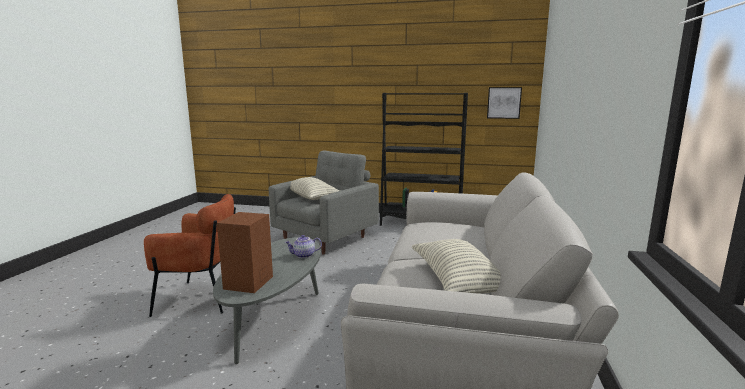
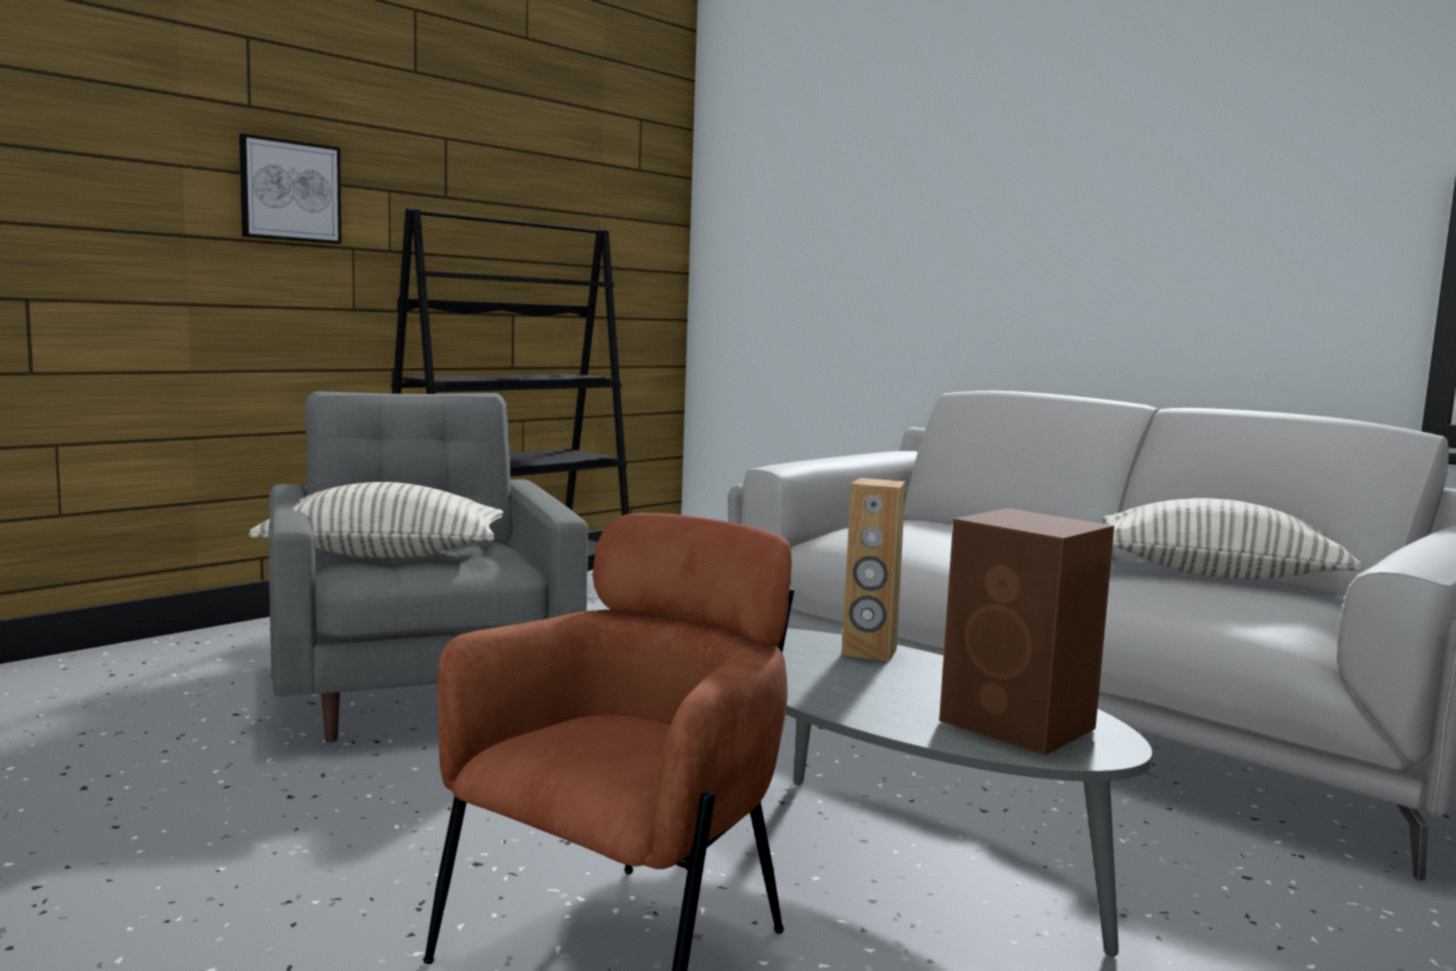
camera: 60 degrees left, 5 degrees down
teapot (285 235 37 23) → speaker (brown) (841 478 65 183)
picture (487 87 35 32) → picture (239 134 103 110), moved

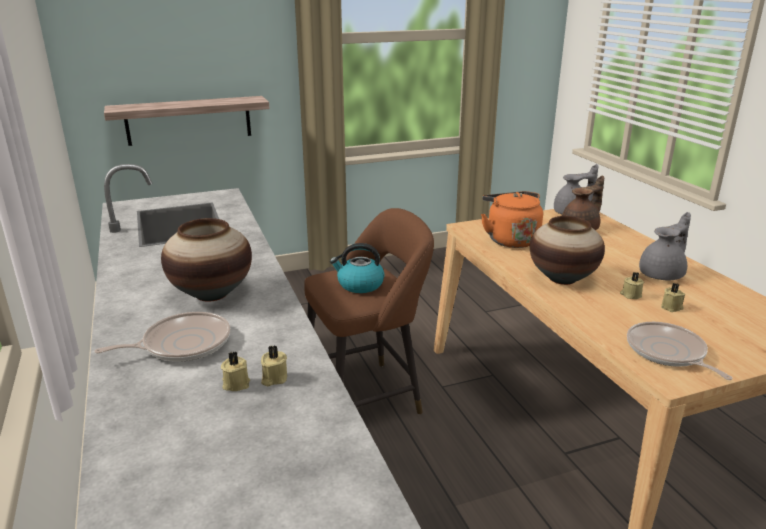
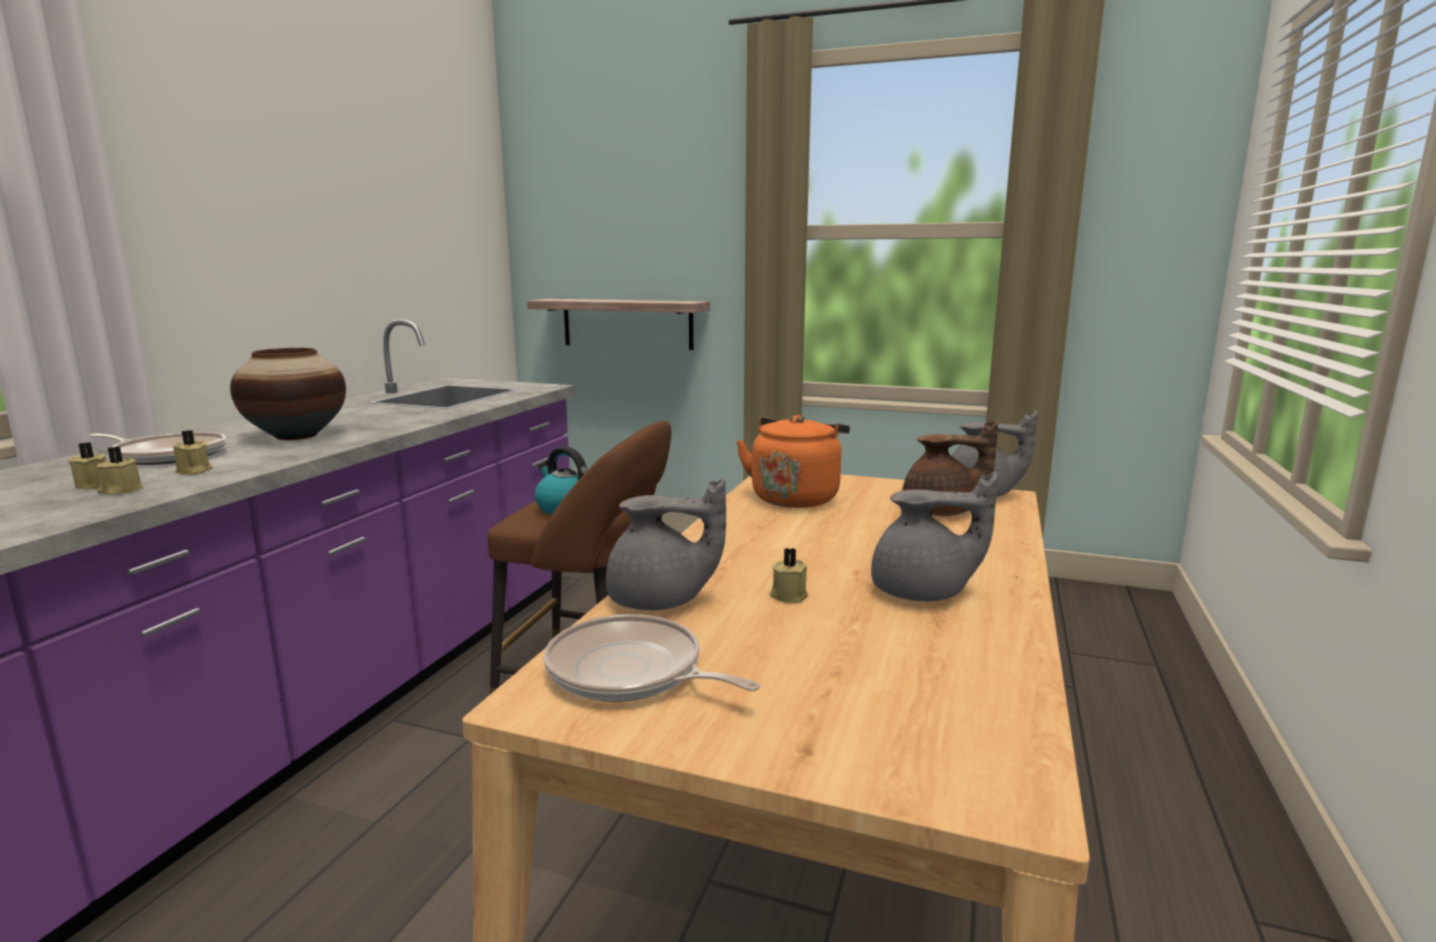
camera: 40 degrees right, 10 degrees down
vase (530 216 75 69) → -
frying pan (627 322 106 58) → frying pan (544 614 216 88), 75 degrees counterclockwise
candle (beige) (661 283 24 29) → candle (beige) (173 430 40 45), moved
- → teapot (grey) (606 478 120 132)

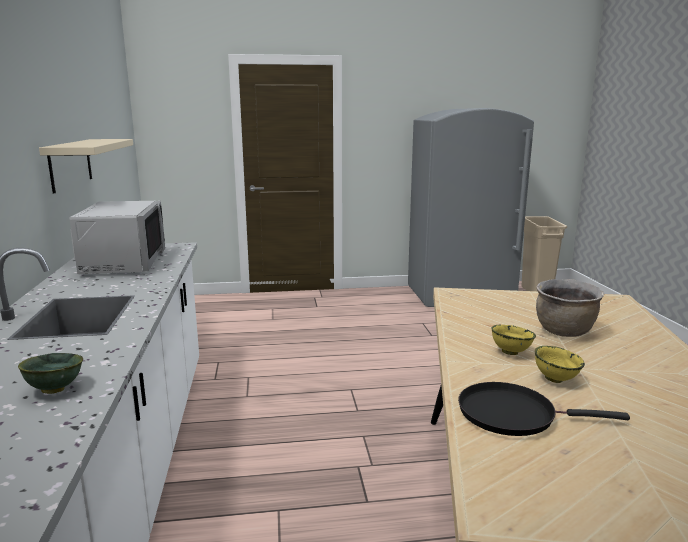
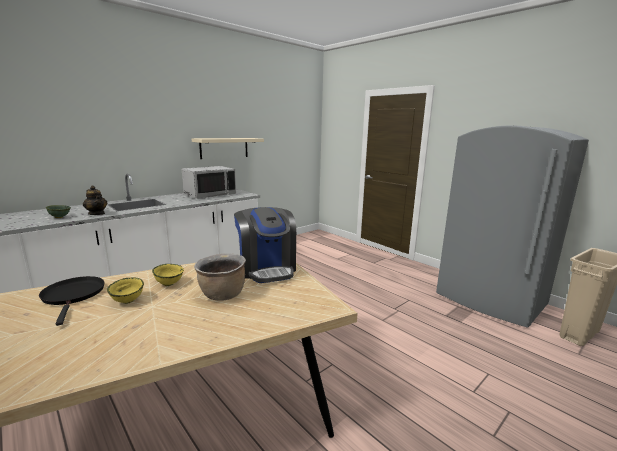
camera: 55 degrees right, 0 degrees up
- → teapot (83 186 24 29)
- → coffee machine (234 207 62 76)

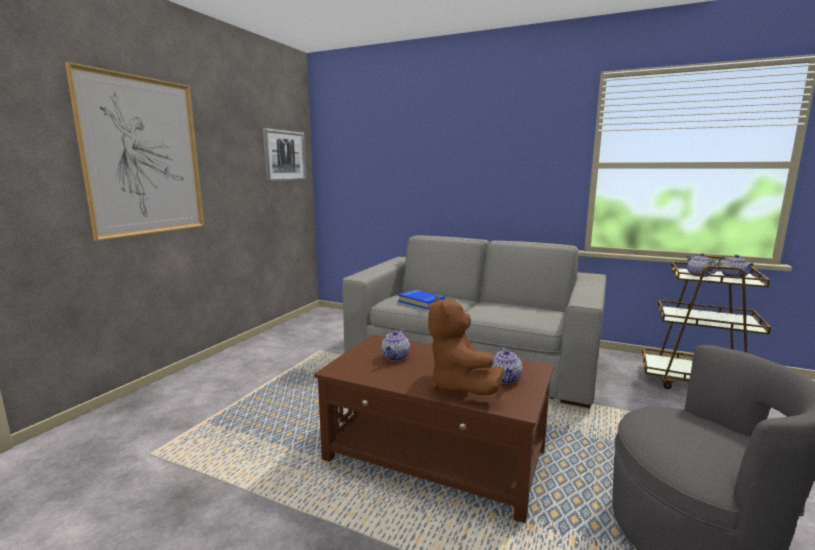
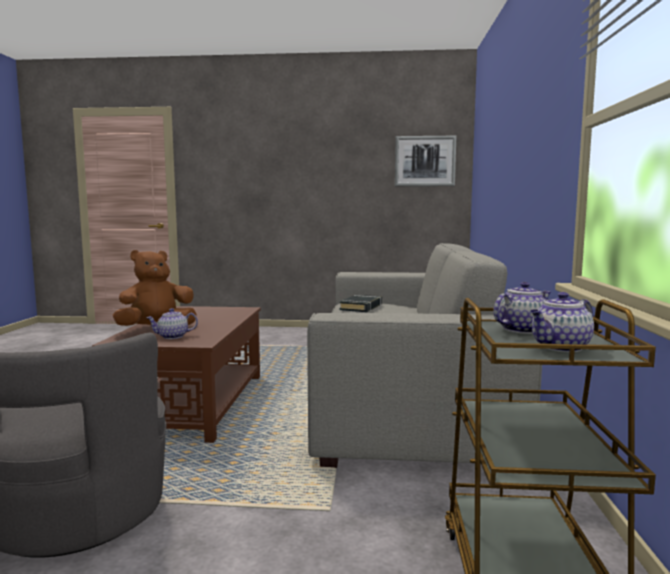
camera: 70 degrees right, 5 degrees down
picture (65 62 139 179) → -
teapot (381 330 29 31) → -
book (blue) (398 290 47 20) → book (black) (340 295 42 17)

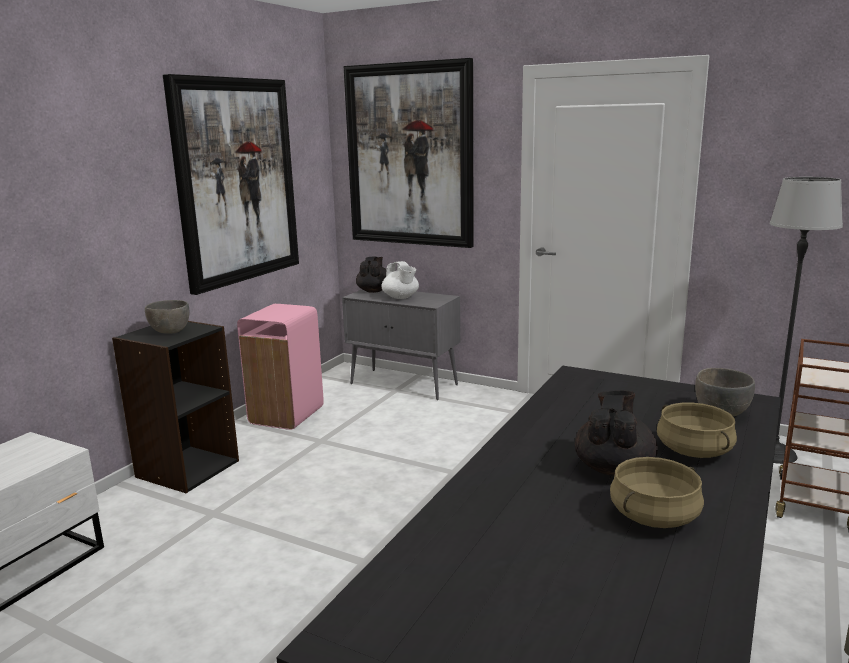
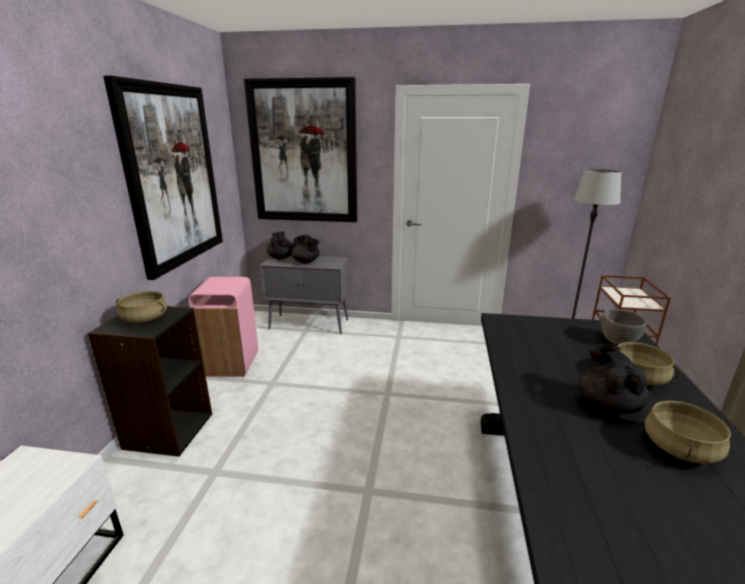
camera: 20 degrees left, 5 degrees up
bowl (grey) (145 300 44 34) → cooking pot (beige) (116 291 51 32)
teapot (white) (381 261 38 38) → teapot (black) (291 235 29 29)

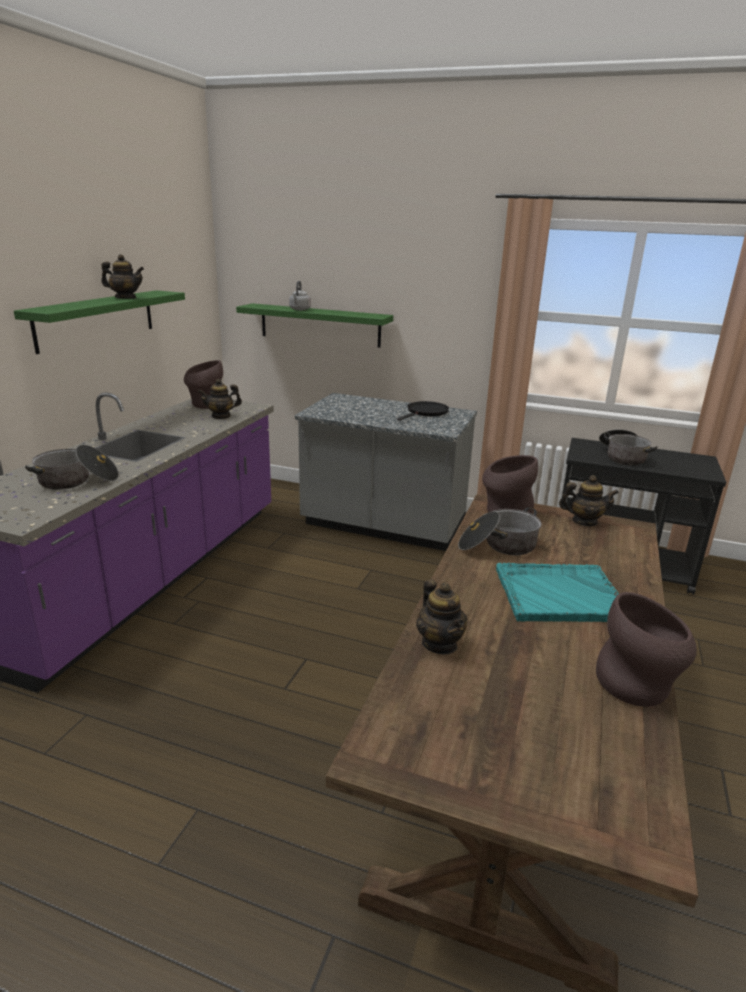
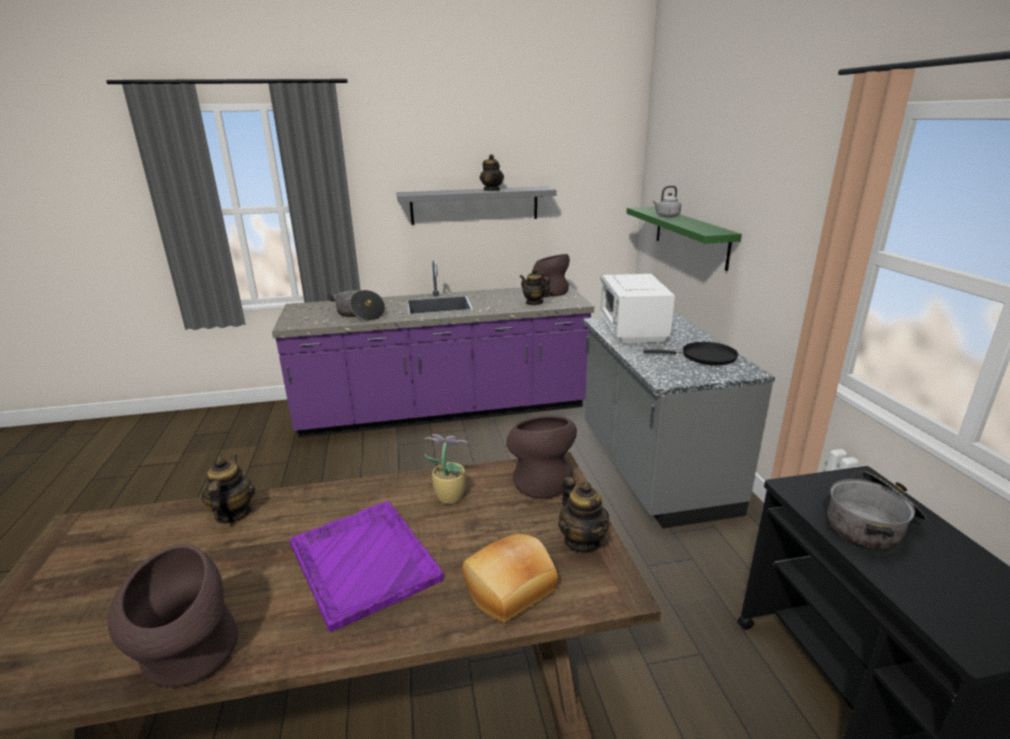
camera: 60 degrees right, 0 degrees up
shelf (green) (14 290 171 64) → shelf (grey) (397 186 160 39)
teapot (416 579 51 76) → teapot (201 455 54 69), 135 degrees clockwise
cooking pot (458 507 83 48) → potted plant (424 434 44 70)
tray (turquoise) (496 563 122 59) → tray (purple) (289 501 155 131)
- → bread (462 534 96 88)
- → microwave (white) (600 274 75 70)

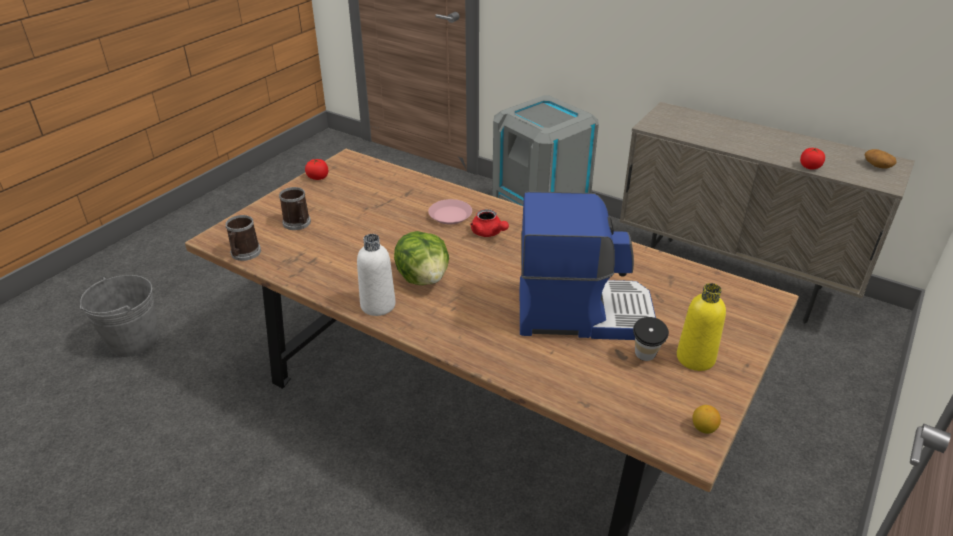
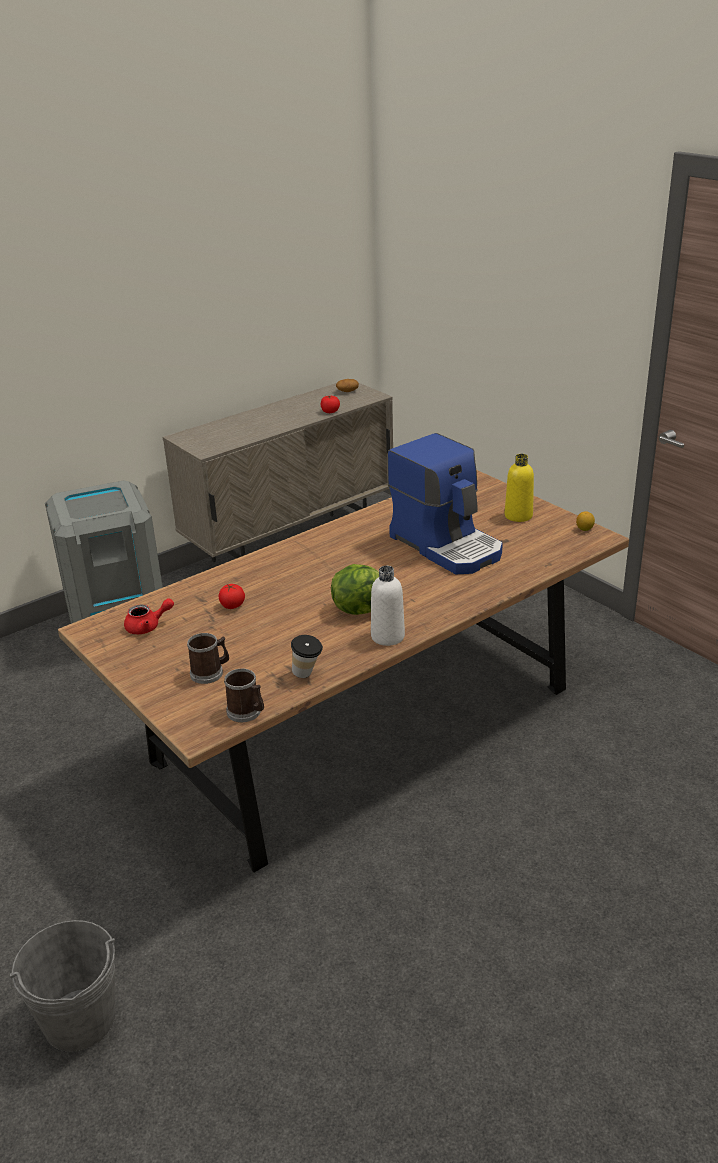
camera: 70 degrees left, 5 degrees down
tomato (305 159 23 21) → tomato (219 584 26 25), moved
plate (pink) (428 199 44 25) → -
teapot (red) (470 209 39 28) → teapot (red) (124 598 50 36), moved
coffee machine (520 191 136 149) → coffee machine (388 433 115 141), 120 degrees clockwise
cup (633 317 36 44) → cup (291 635 32 43), moved

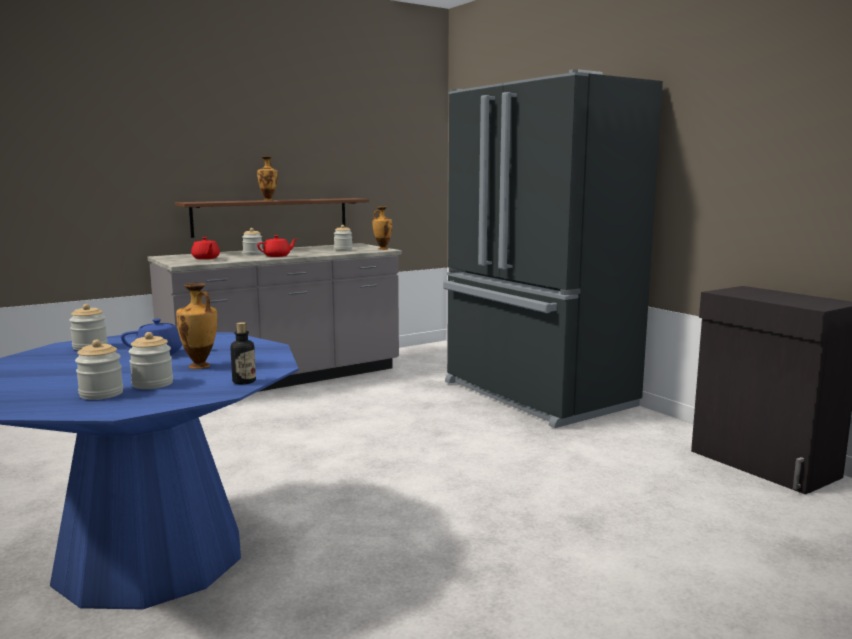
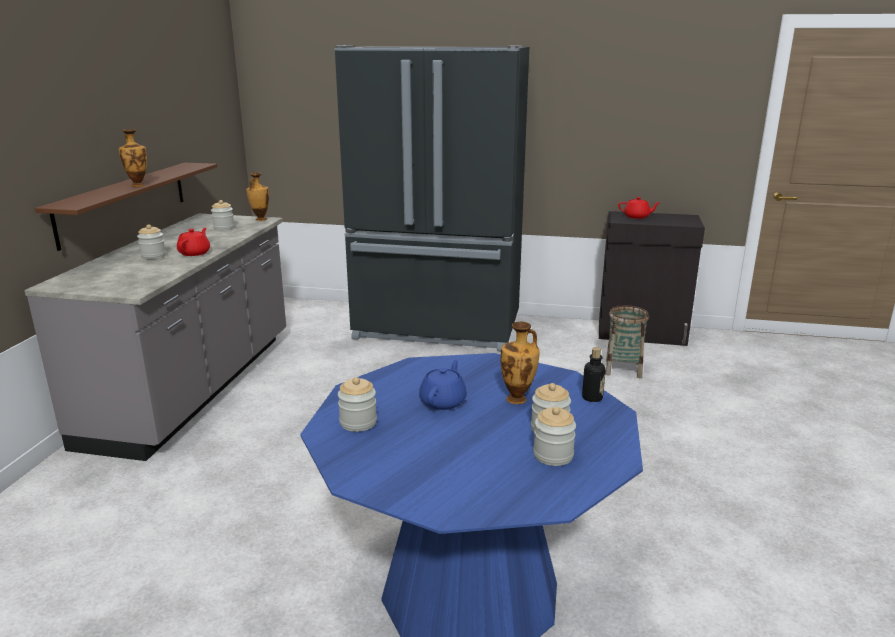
camera: 45 degrees left, 10 degrees up
teapot (red) (191 237 29 22) → teapot (red) (618 197 43 22), moved
- → basket (605 305 44 73)

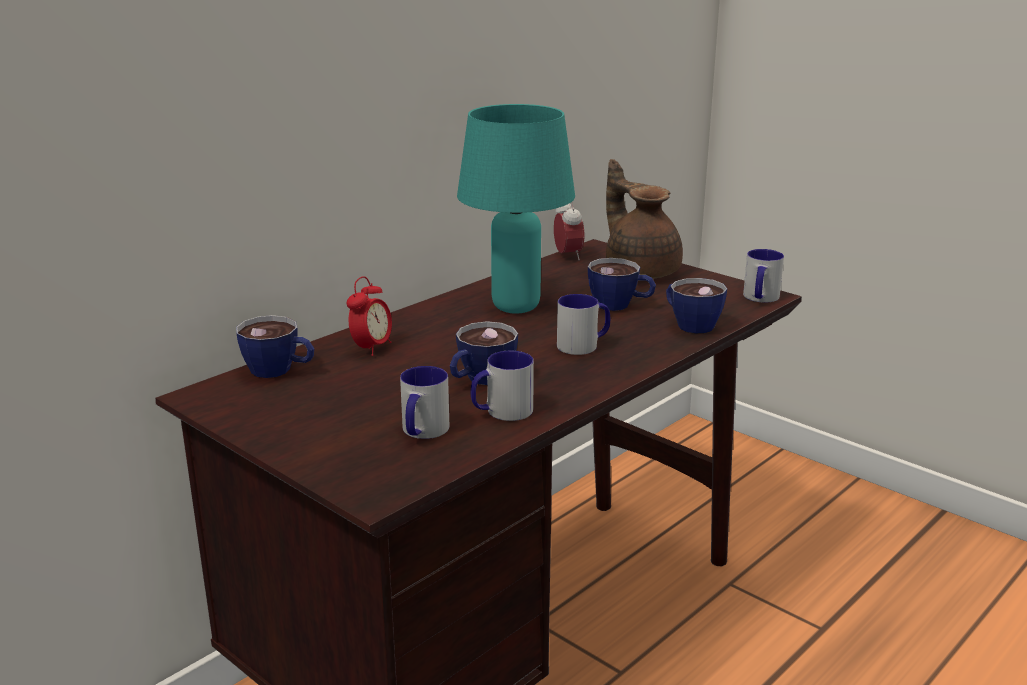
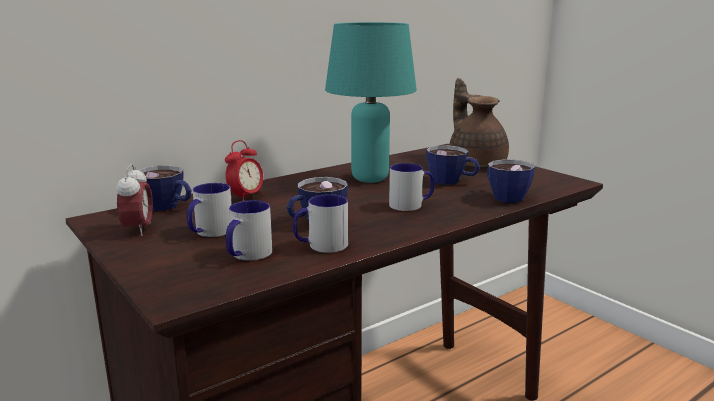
camera: 10 degrees right, 5 degrees down
alarm clock (554 202 31 58) → alarm clock (116 164 37 72), moved
mug (743 249 41 54) → mug (187 183 45 54), moved

